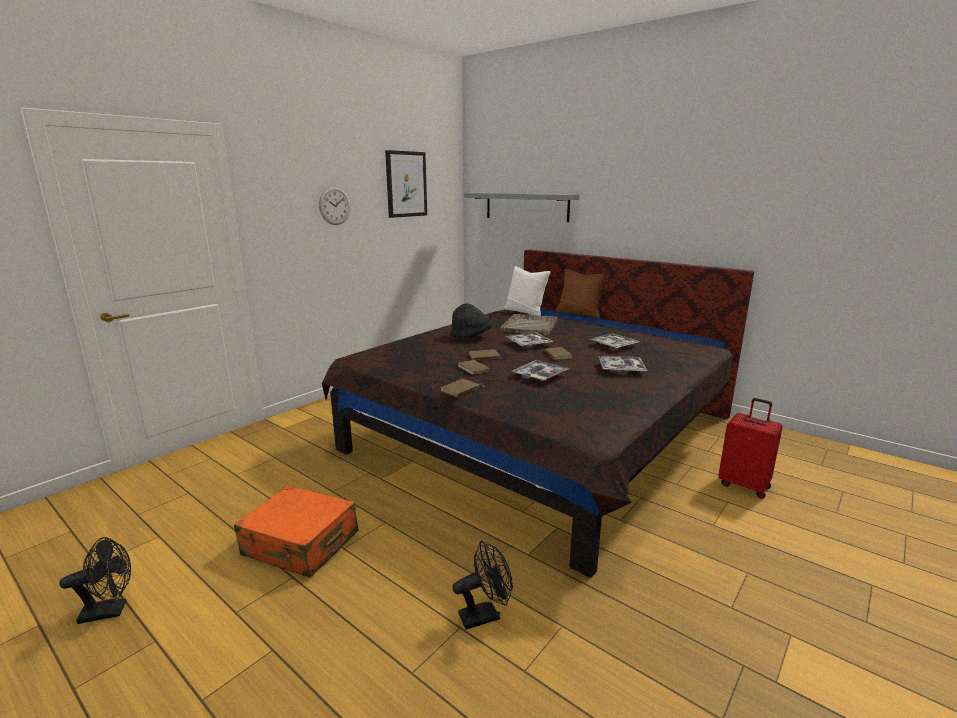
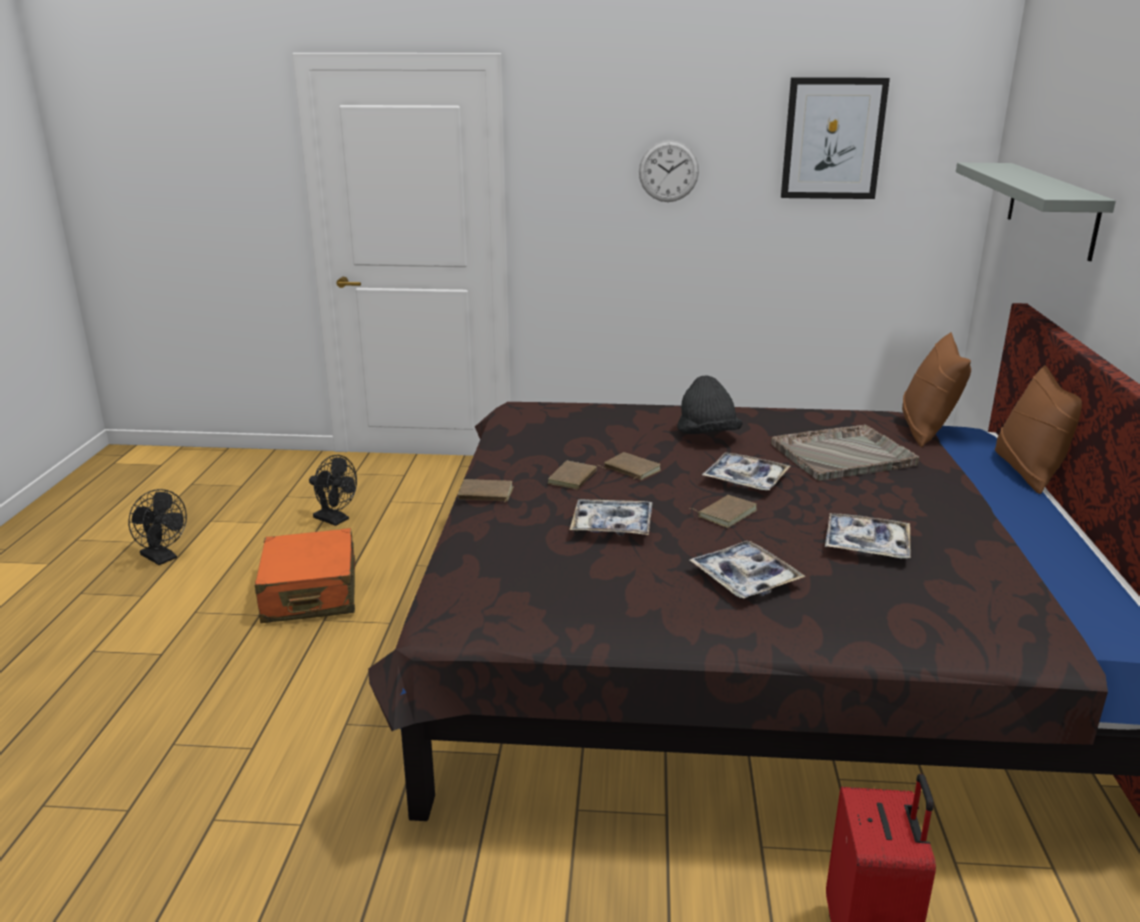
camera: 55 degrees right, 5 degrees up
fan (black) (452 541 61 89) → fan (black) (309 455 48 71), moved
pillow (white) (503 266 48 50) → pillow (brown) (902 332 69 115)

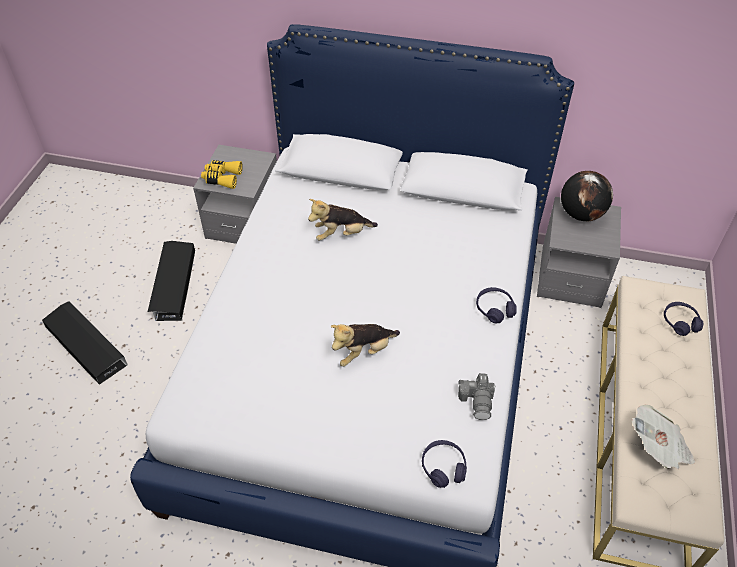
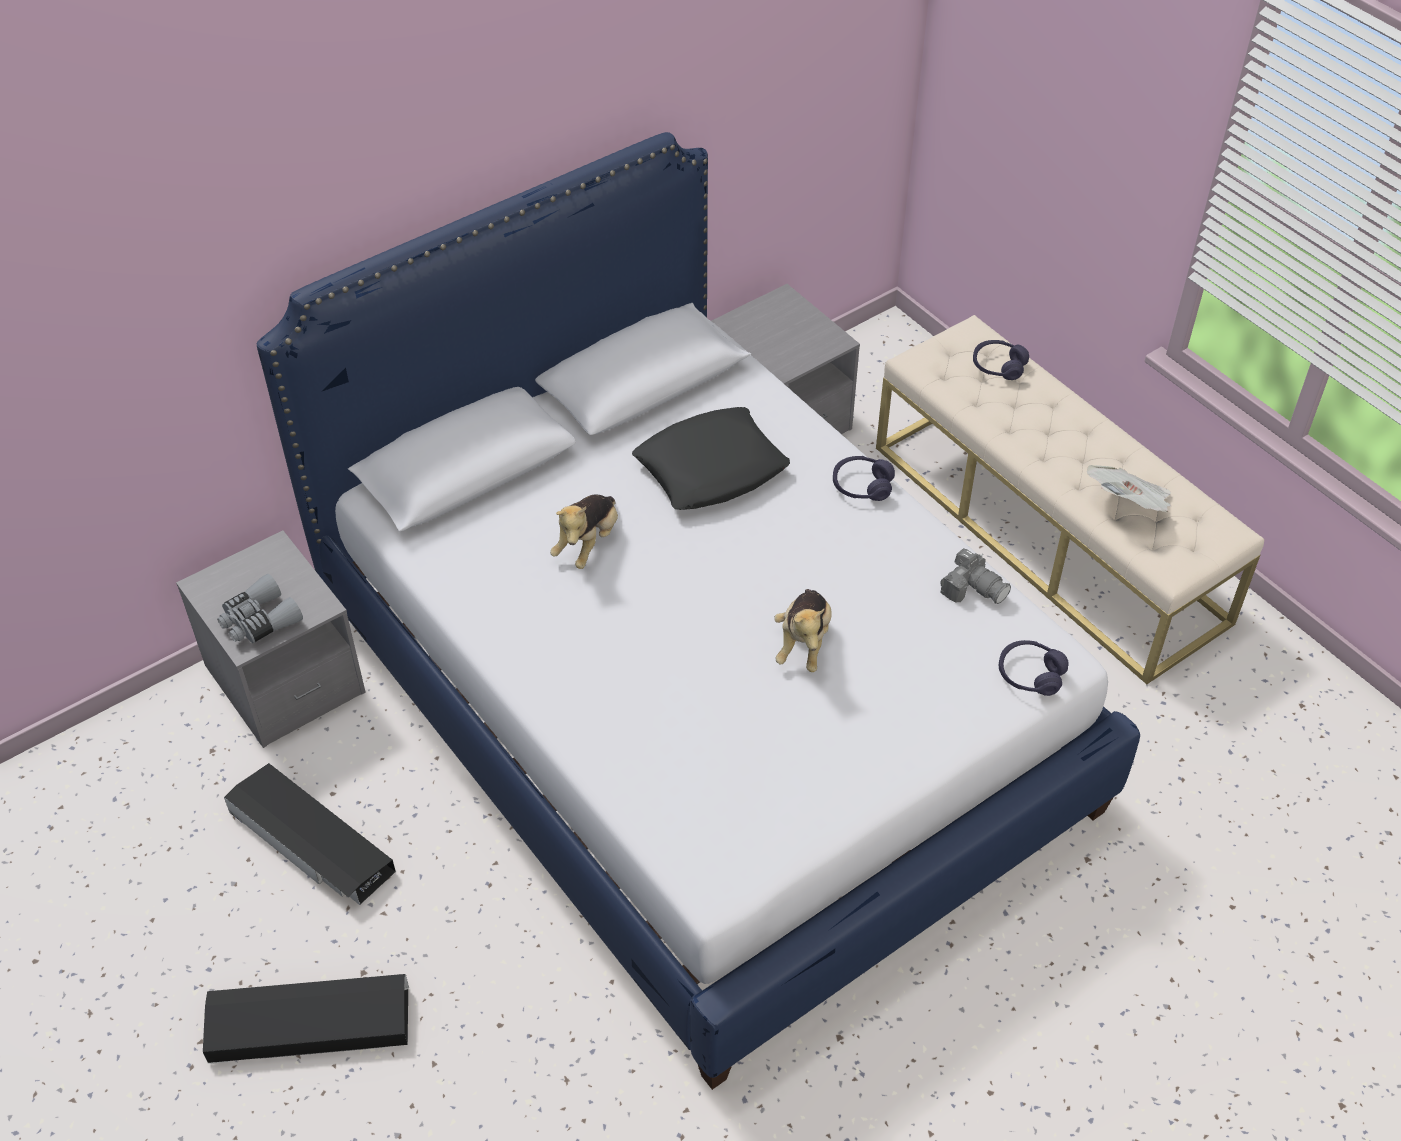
camera: 50 degrees left, 0 degrees up
binoculars (yellow) (201 160 42 29) → binoculars (grey) (217 574 86 69)
globe (561 171 52 50) → -
- → pillow (black) (632 407 158 103)

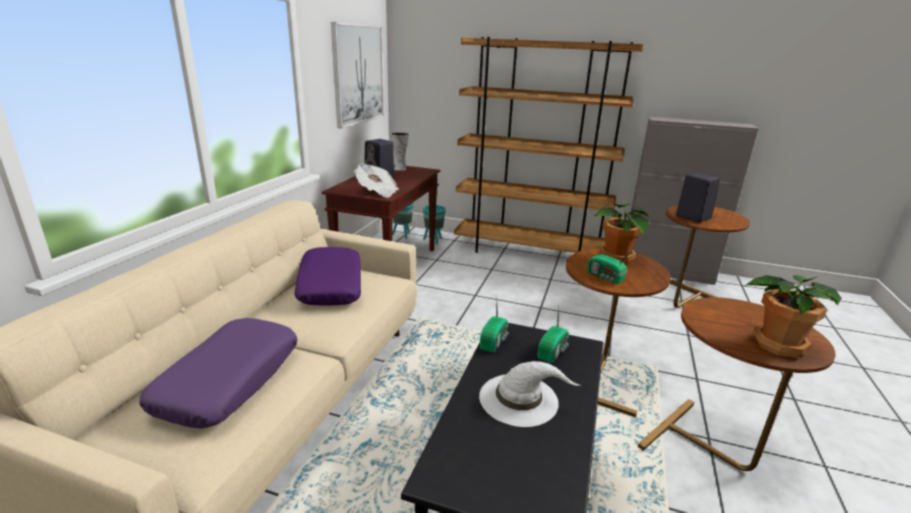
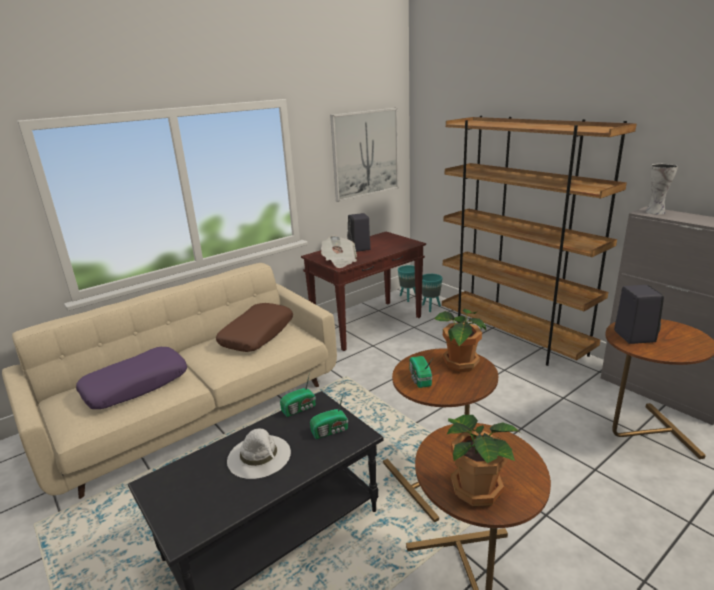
camera: 35 degrees right, 0 degrees up
pillow (purple) (295 247 66 58) → pillow (brown) (216 303 77 49)
vase (391 132 18 39) → vase (645 164 33 51), moved

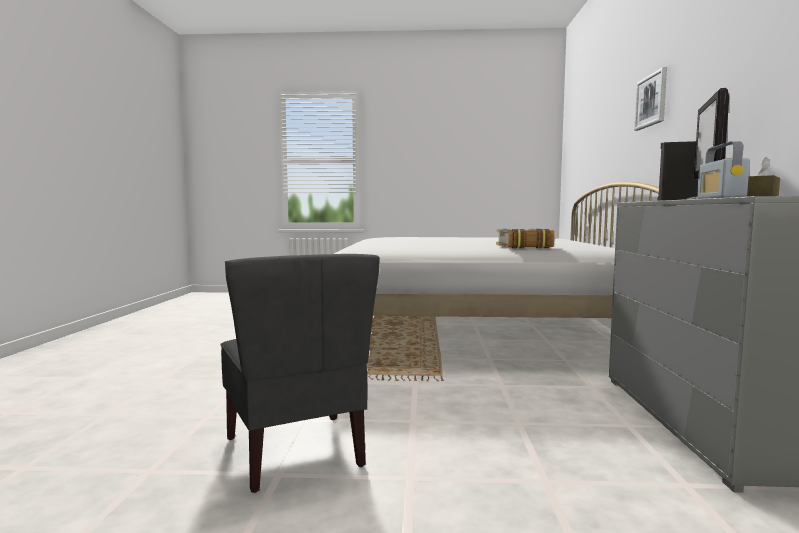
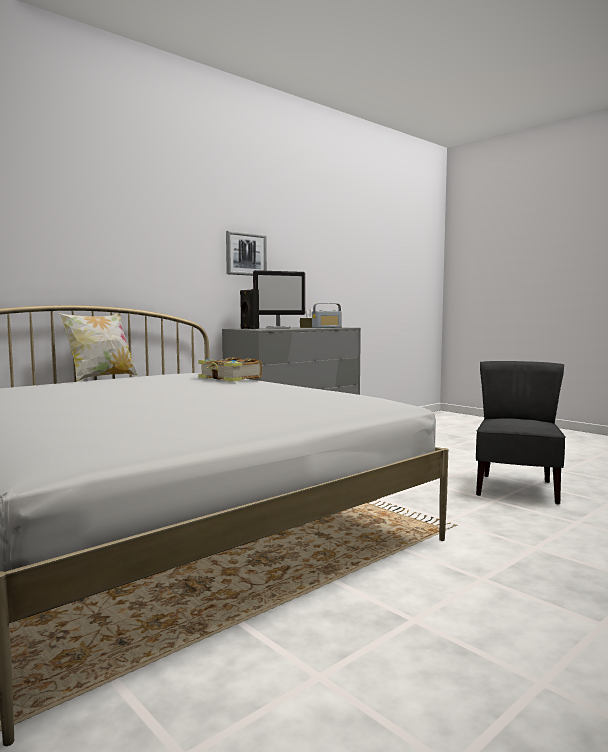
camera: 135 degrees left, 0 degrees up
picture (634 67 33 64) → picture (226 231 41 45), moved
- → pillow (59 313 78 69)

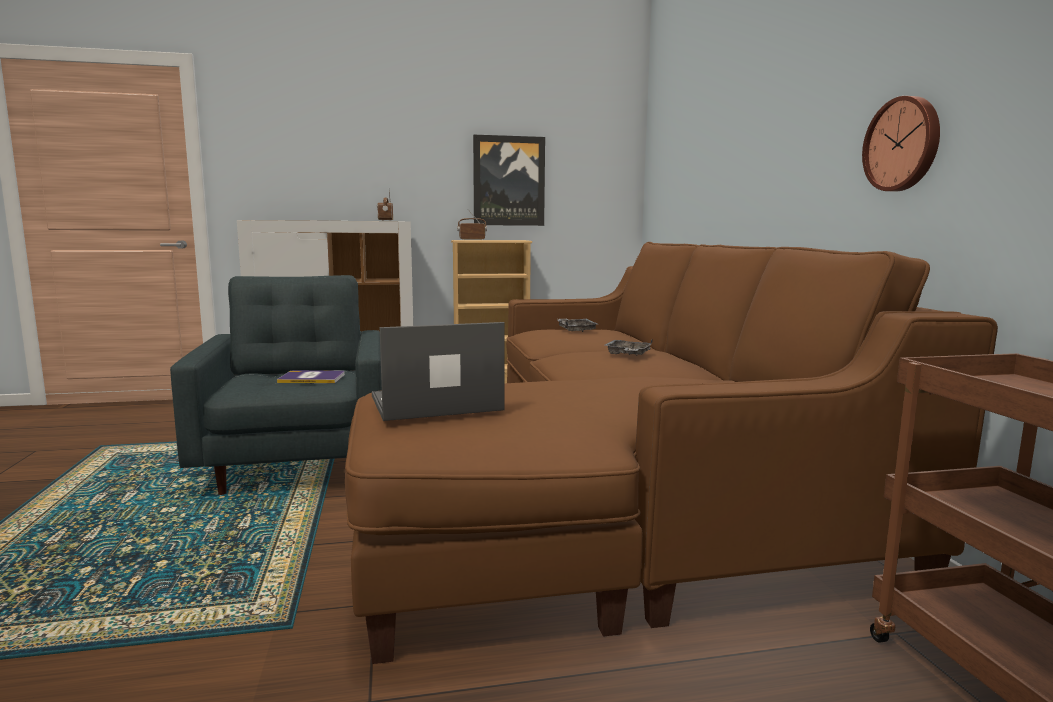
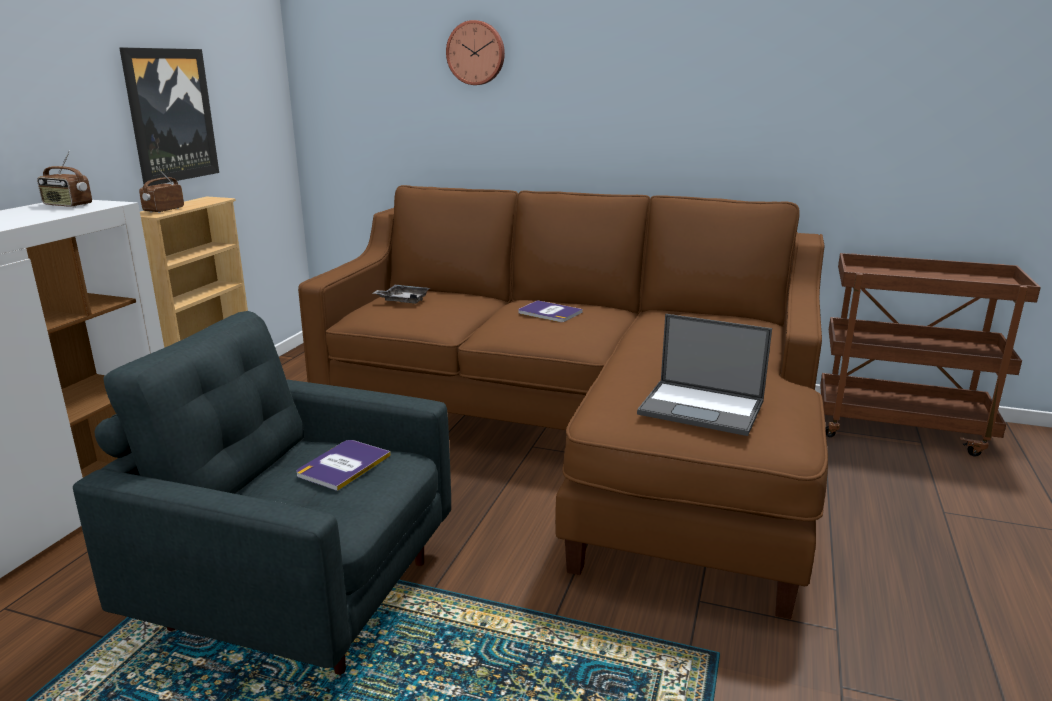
camera: 60 degrees left, 10 degrees up
laptop (372 322 133 99) → laptop (637 314 135 122), 75 degrees counterclockwise
tray (grey) (605 339 48 16) → book (518 300 65 22)
wall clock (862 96 78 95) → wall clock (446 20 59 65), moved

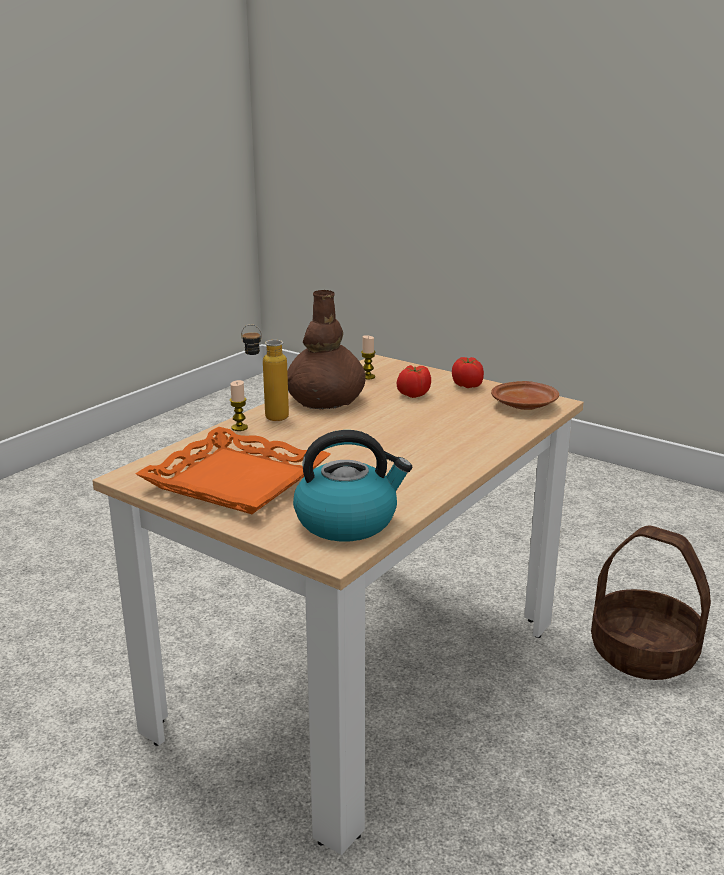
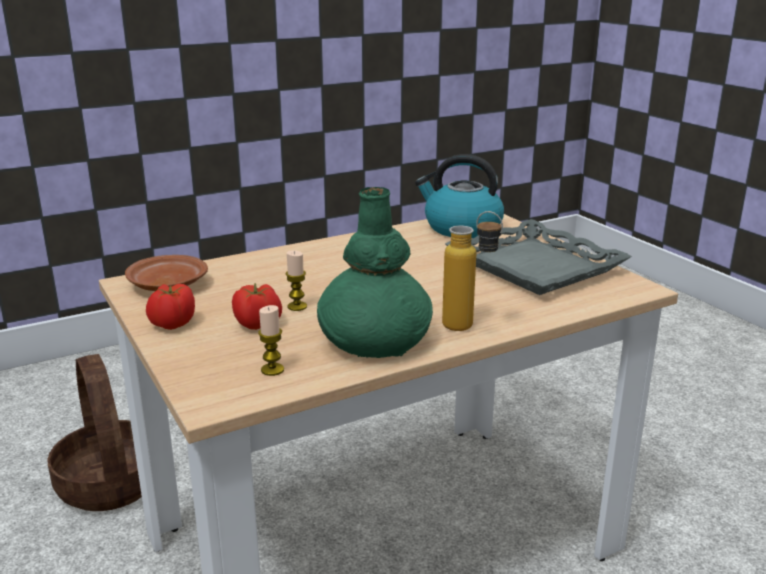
camera: 155 degrees left, 0 degrees up
tray (orange) (136 427 195 87) → tray (grey) (445 219 187 76)
candle (230 380 18 51) → candle (286 250 21 61), moved
vase (brown) (287 290 79 120) → vase (green) (317 187 116 171)

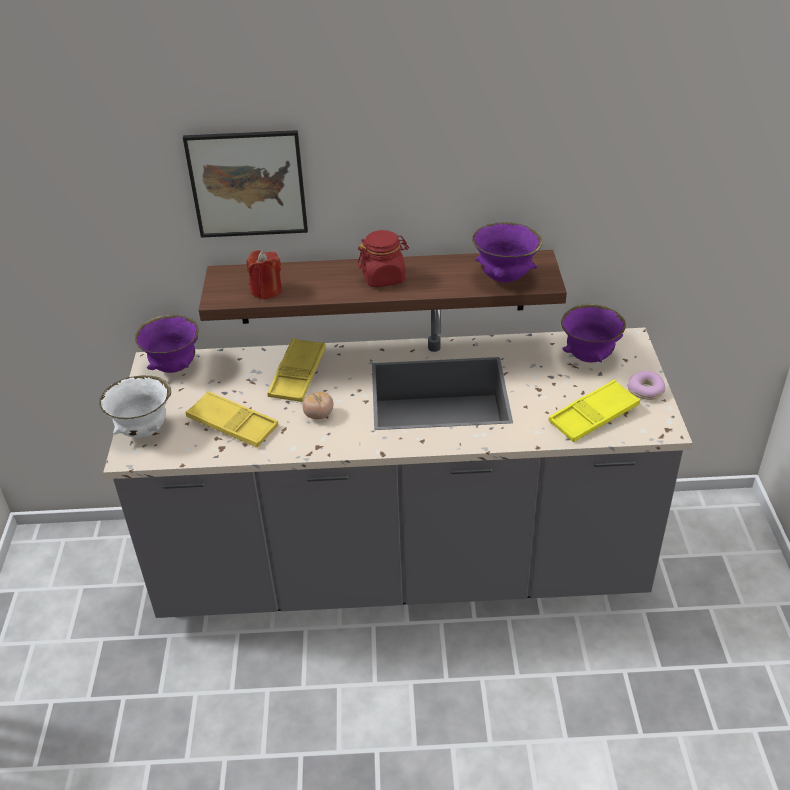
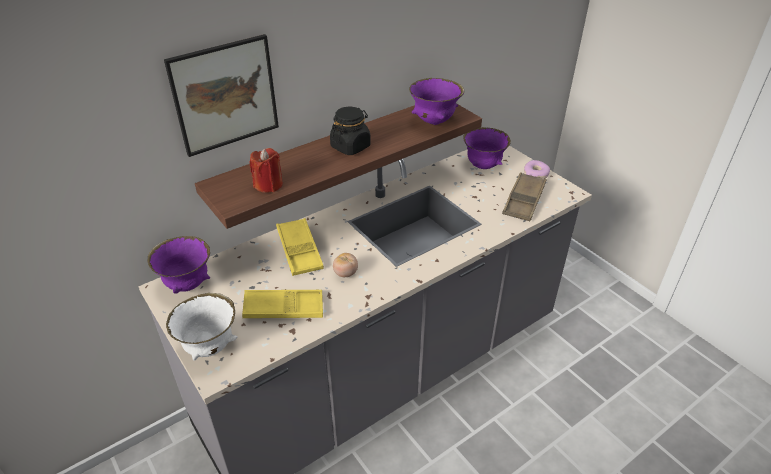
camera: 35 degrees left, 0 degrees up
jar (red) (357 230 52 57) → jar (black) (330 107 41 48)
tray (yellow) (548 380 92 62) → tray (brown) (502 172 45 49)

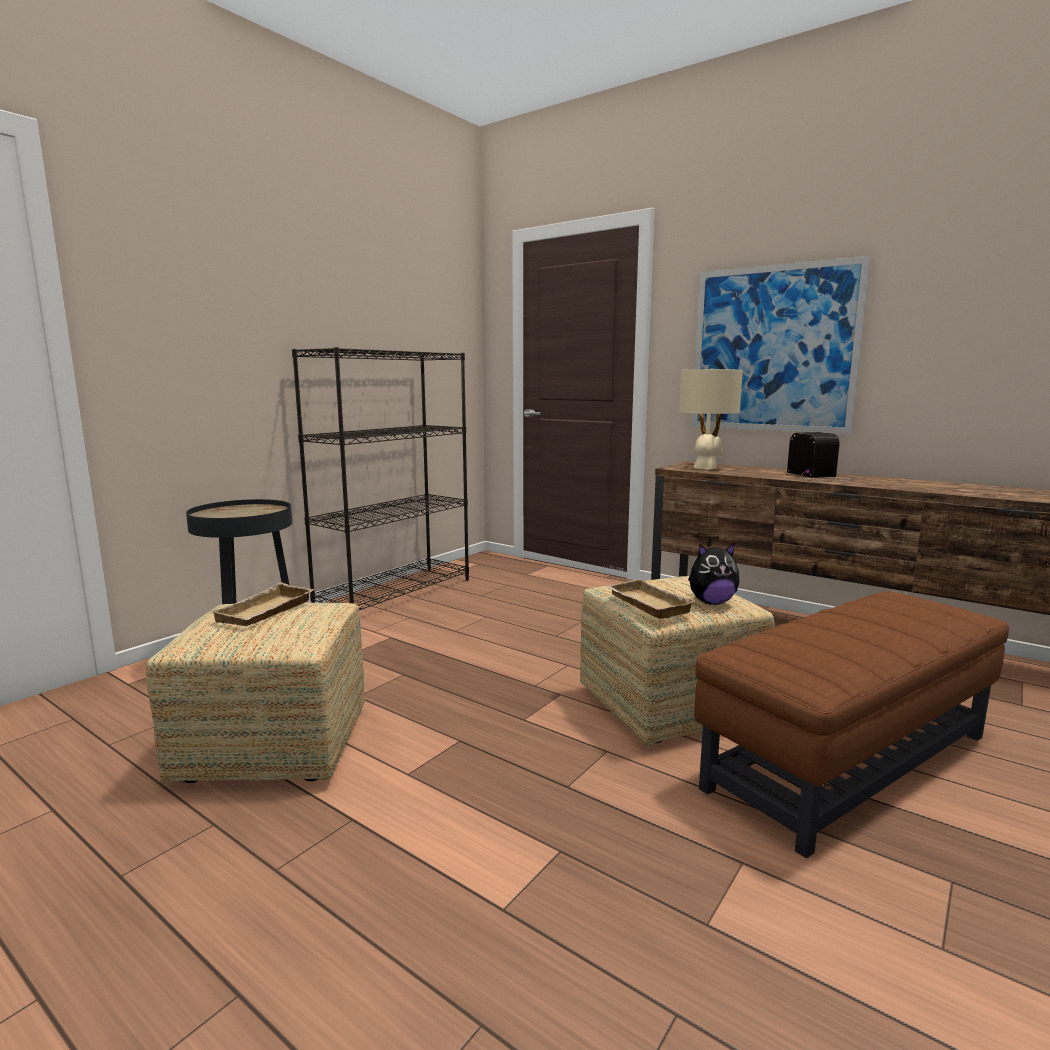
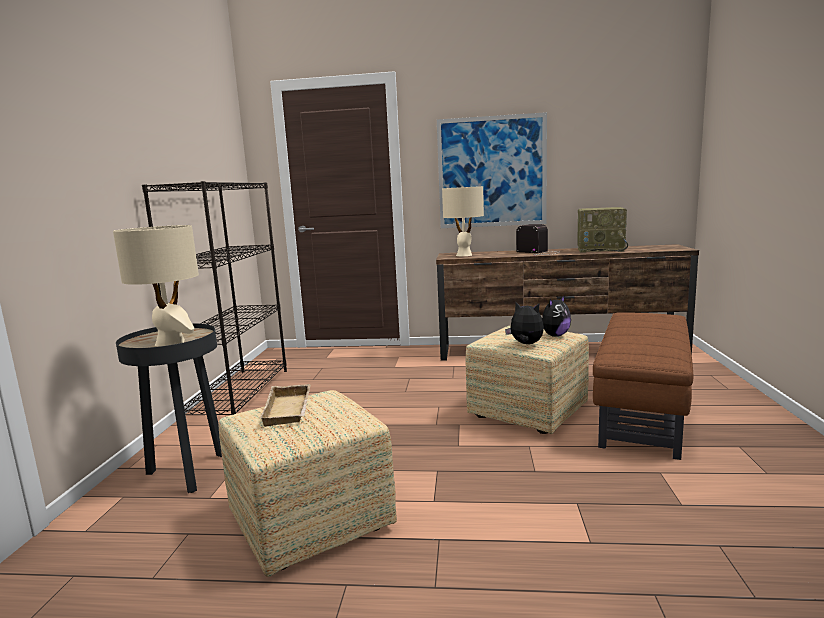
camera: 30 degrees left, 0 degrees up
tray (beige) (605 579 92 40) → plush toy (505 302 39 42)
- → table lamp (beige) (113 225 86 121)
- → radio (577 207 51 46)

